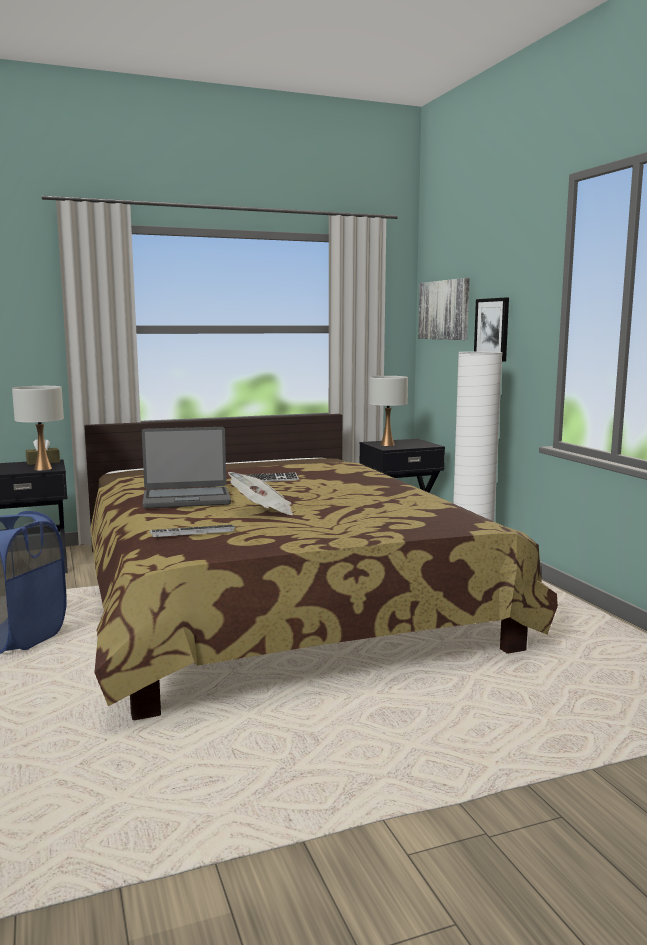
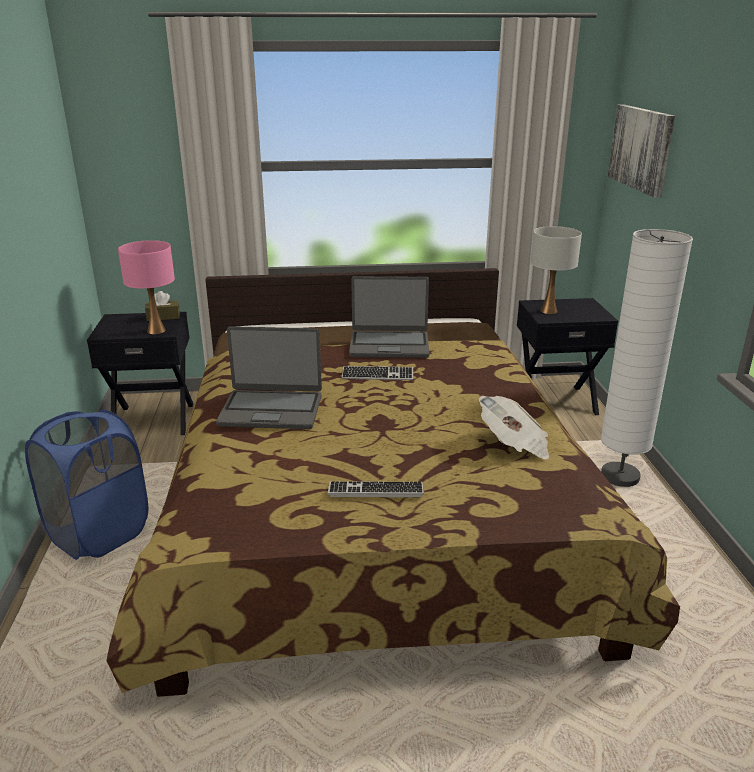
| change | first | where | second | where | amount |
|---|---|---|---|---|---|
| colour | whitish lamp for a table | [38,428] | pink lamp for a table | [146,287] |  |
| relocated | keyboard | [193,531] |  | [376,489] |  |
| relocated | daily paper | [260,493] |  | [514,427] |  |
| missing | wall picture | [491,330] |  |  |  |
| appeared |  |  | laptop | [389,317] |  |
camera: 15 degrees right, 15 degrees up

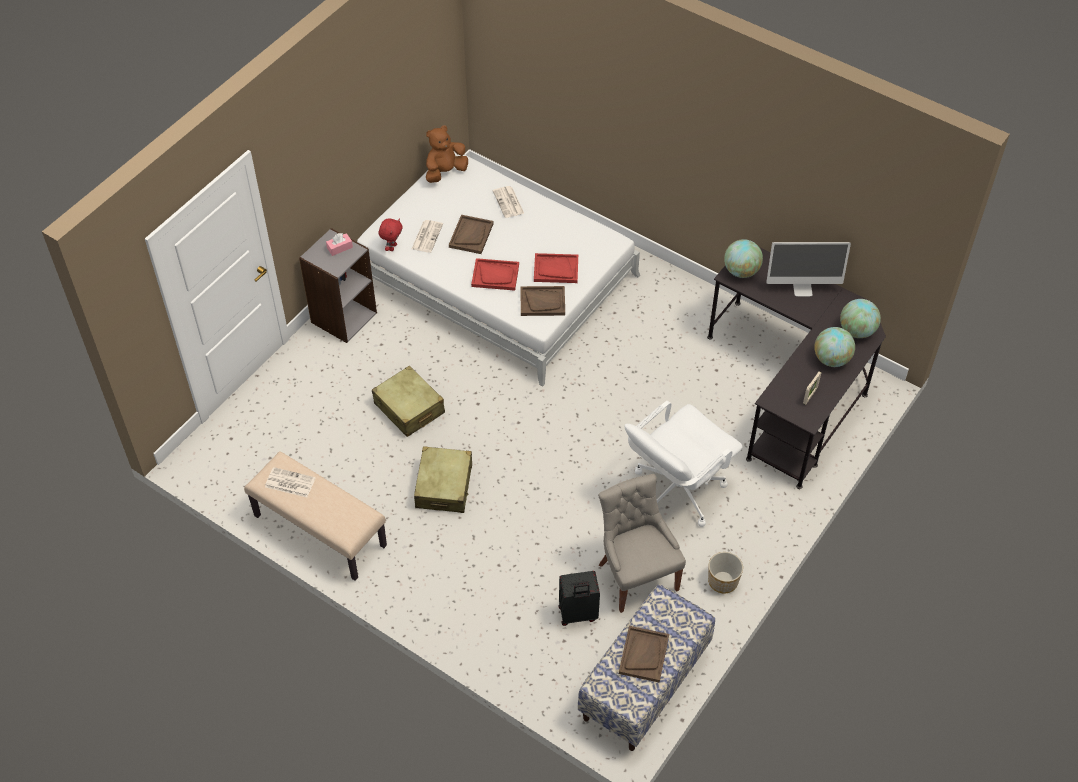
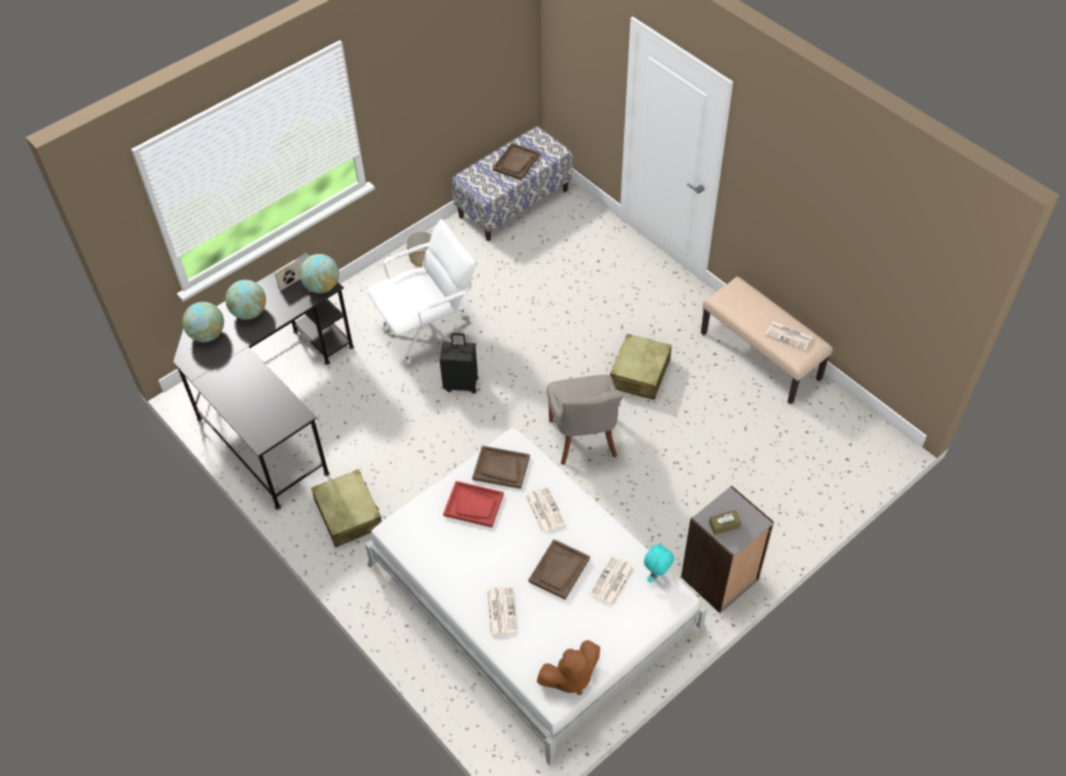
| change | first | where | second | where | amount |
|---|---|---|---|---|---|
| colour | pink box of tissues | [339,244] | brownish box of tissues | [725,522] |  |
| relocated | sand-coloured travel case | [408,401] |  | [346,508] |  |
| colour | red cuddly toy | [391,234] | turquoise-coloured cuddly toy | [659,562] |  |
| exchanged | red serving tray | [495,274] | daily paper | [545,510] |  |
| relocated | blackish travel case | [579,598] |  | [459,363] |  |
| relocated | gray plain chair | [642,543] |  | [585,420] |  |
| relocated | desk globe | [743,258] |  | [319,273] |  |
| missing | computer screen | [808,269] |  |  |  |
camera: 165 degrees left, 0 degrees up

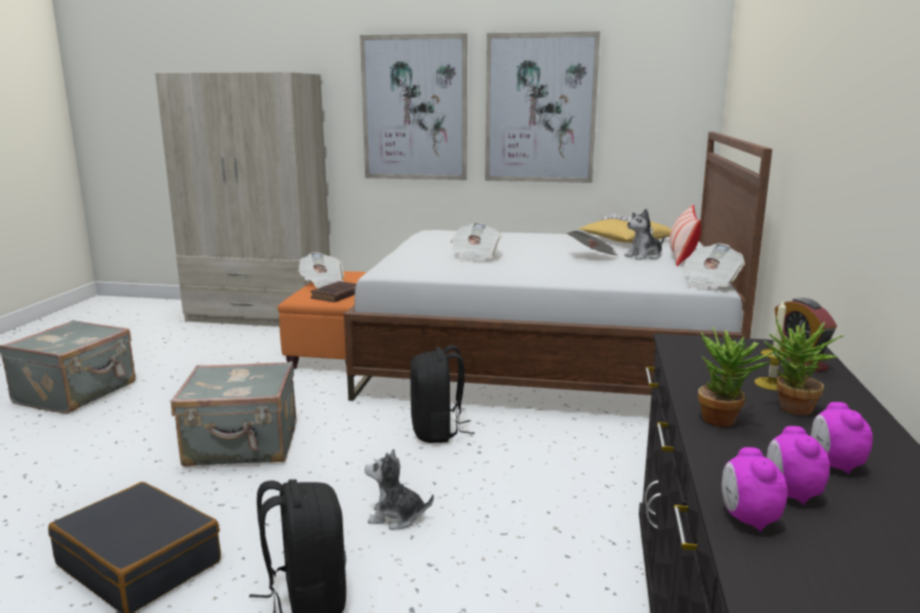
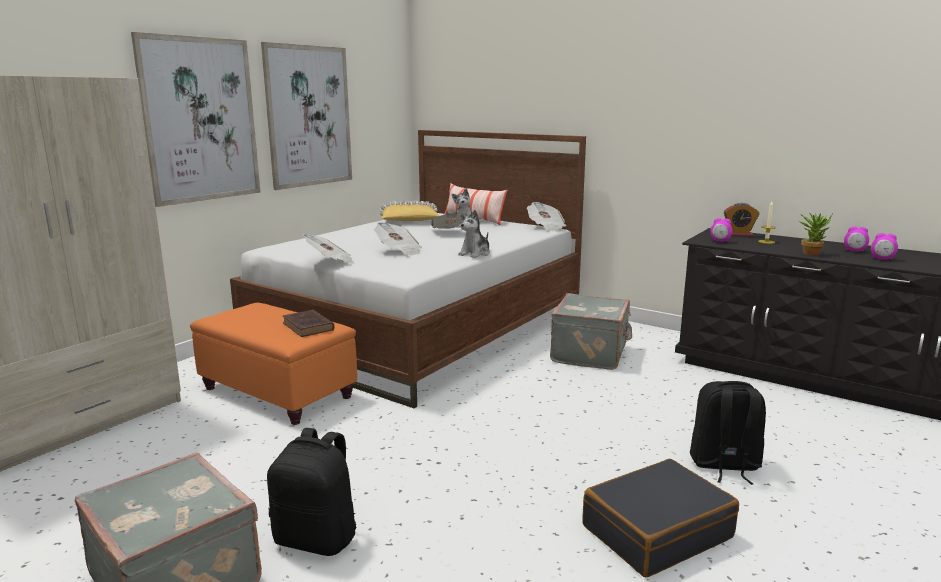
| change | first | where | second | where | amount |
|---|---|---|---|---|---|
| relocated | gray travel case | [233,414] |  | [591,331] |  |
| relocated | daily paper | [321,270] |  | [328,249] |  |
| relocated | cuddly toy | [399,489] |  | [474,234] |  |
| relocated | blackish knapsack | [442,394] |  | [312,492] |  |
| relocated | alarm clock | [754,489] |  | [721,230] |  |
| missing | plant in a pot | [803,367] |  |  |  |
camera: 65 degrees left, 0 degrees up

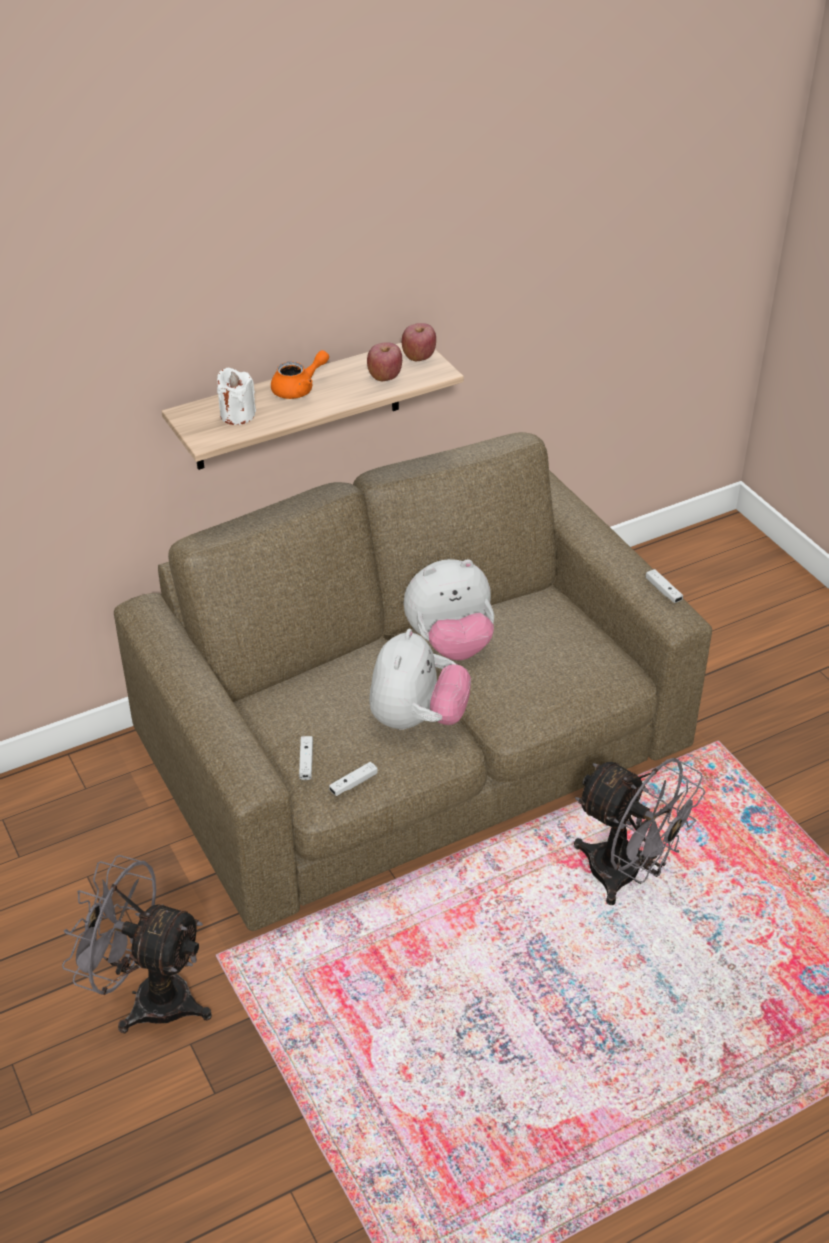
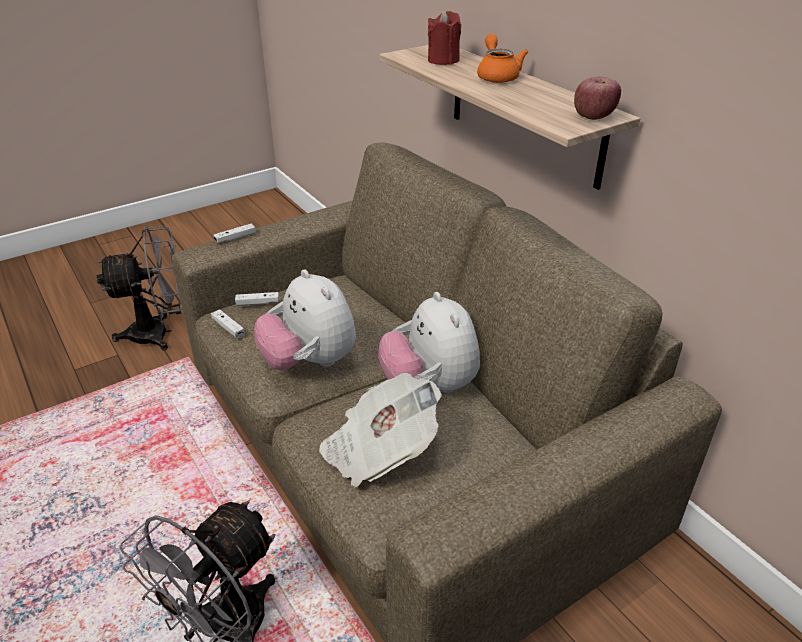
| change | first | where | second | where | amount |
|---|---|---|---|---|---|
| spun | gray fan | [137,944] |  | [139,288] | 60 degrees clockwise |
| colour | whitish wax light | [236,396] | red wax light | [444,37] |  |
| spun | orange-coloured teapot | [300,374] |  | [502,58] | 150 degrees counterclockwise |
| missing | whole apple | [384,361] |  |  |  |
| spun | cuddly toy | [420,679] |  | [305,319] | 45 degrees clockwise |
| relocated | whitish gamepad | [664,586] |  | [234,233] |  |
| appeared |  |  | daily paper | [380,430] |  |
camera: 85 degrees right, 5 degrees down

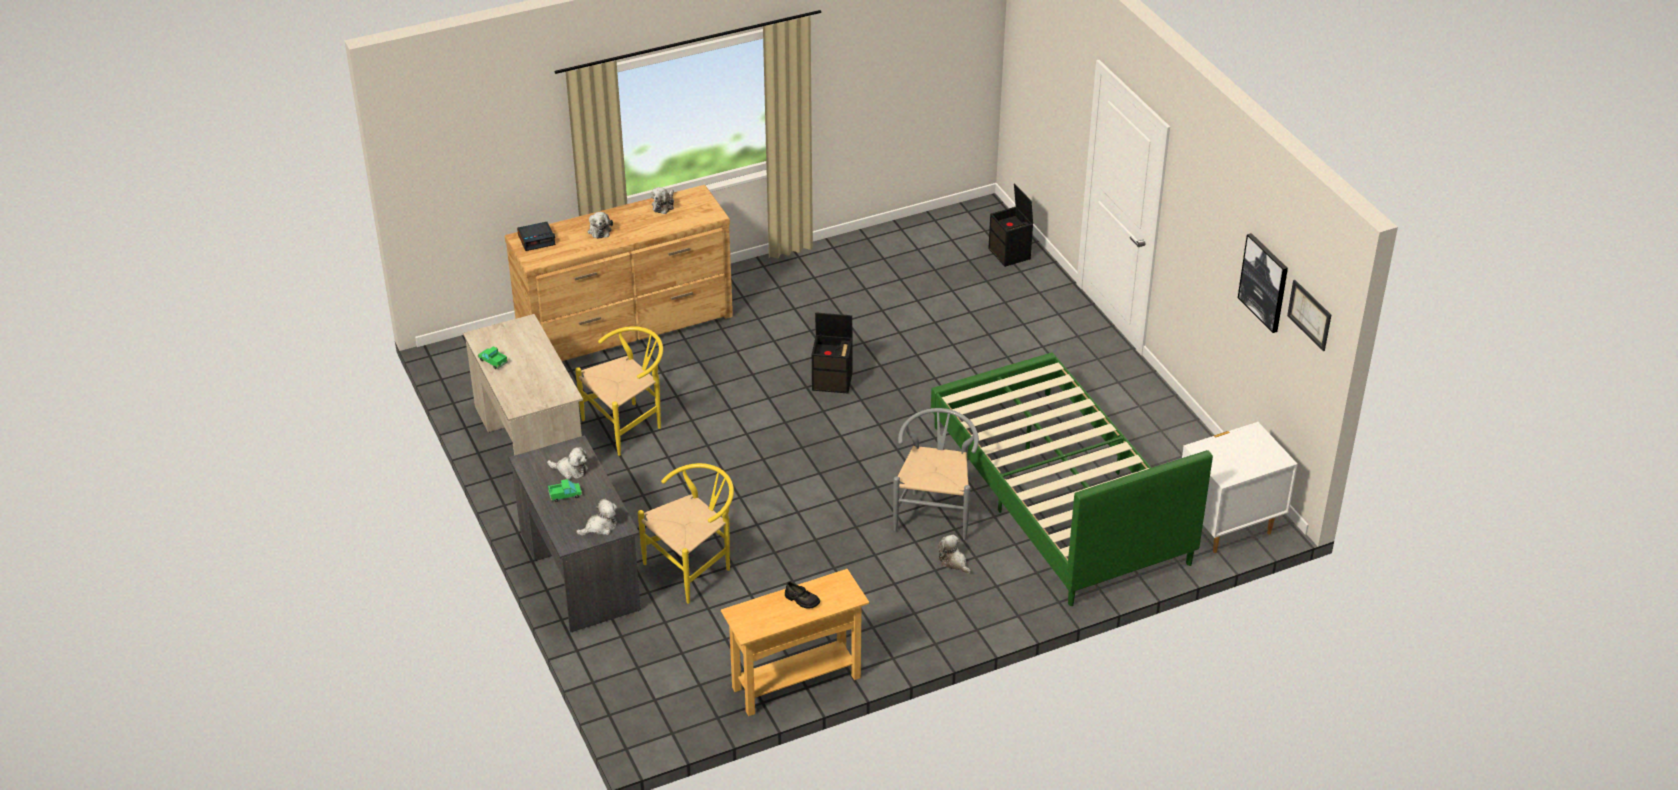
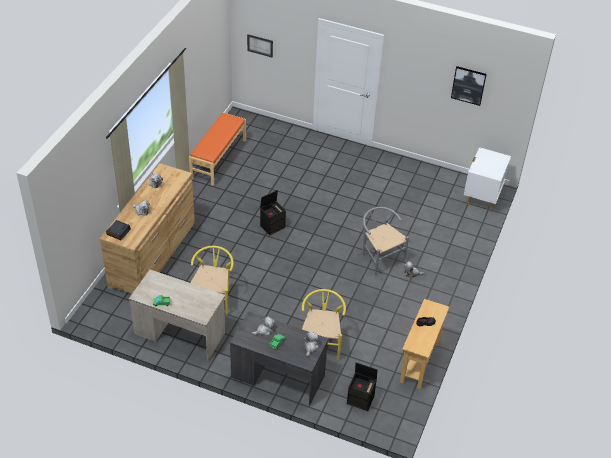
| change | first | where | second | where | amount |
|---|---|---|---|---|---|
| missing | green-coloured bed | [1072,479] |  |  |  |
| relocated | blackish storage bin | [1010,225] |  | [362,387] |  |
| relocated | wall picture | [1309,315] |  | [260,45] |  |
| appeared |  |  | orange-coloured bench | [217,149] |  |
camera: 45 degrees left, 5 degrees up

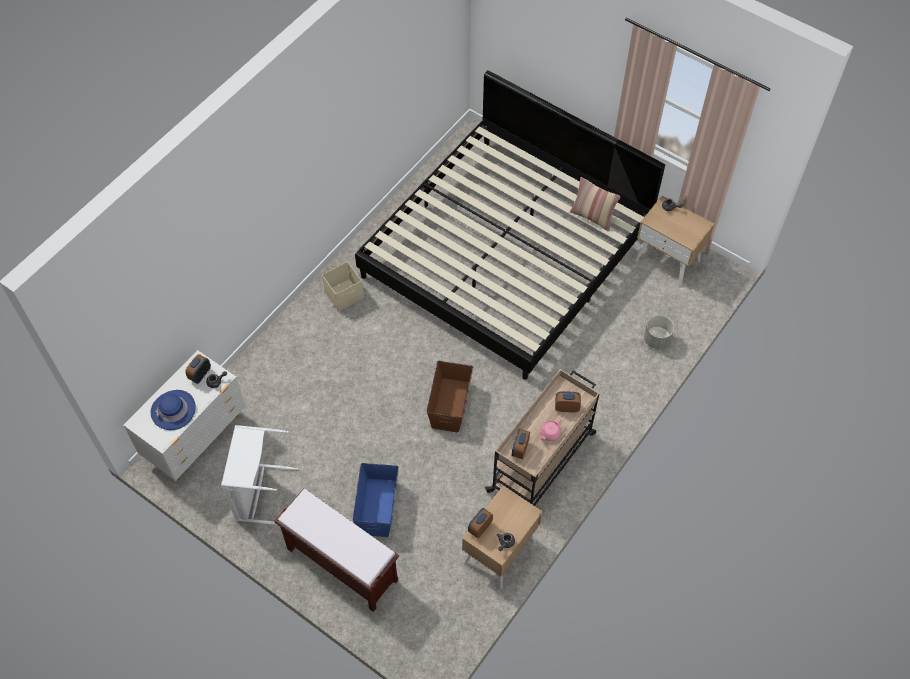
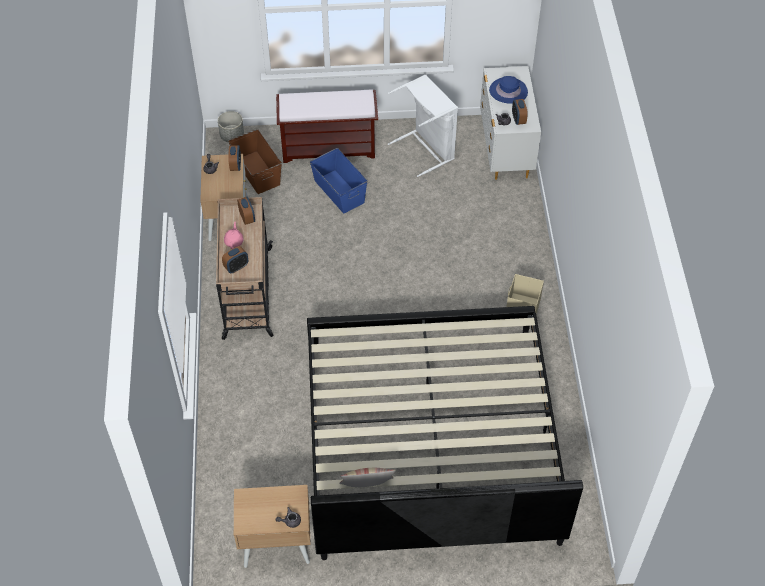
| change | first | where | second | where | amount |
|---|---|---|---|---|---|
| relocated | brownish storage bin | [450,397] |  | [255,161] |  |
| relocated | gray plant pot | [659,332] |  | [231,126] |  |
camera: 140 degrees right, 5 degrees down

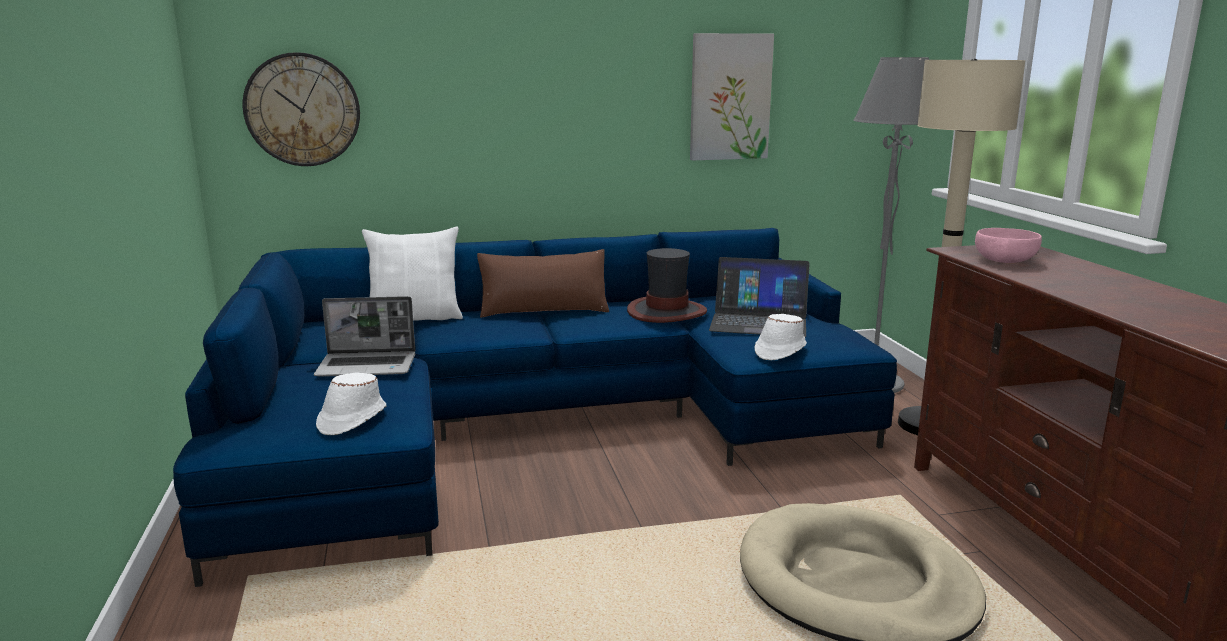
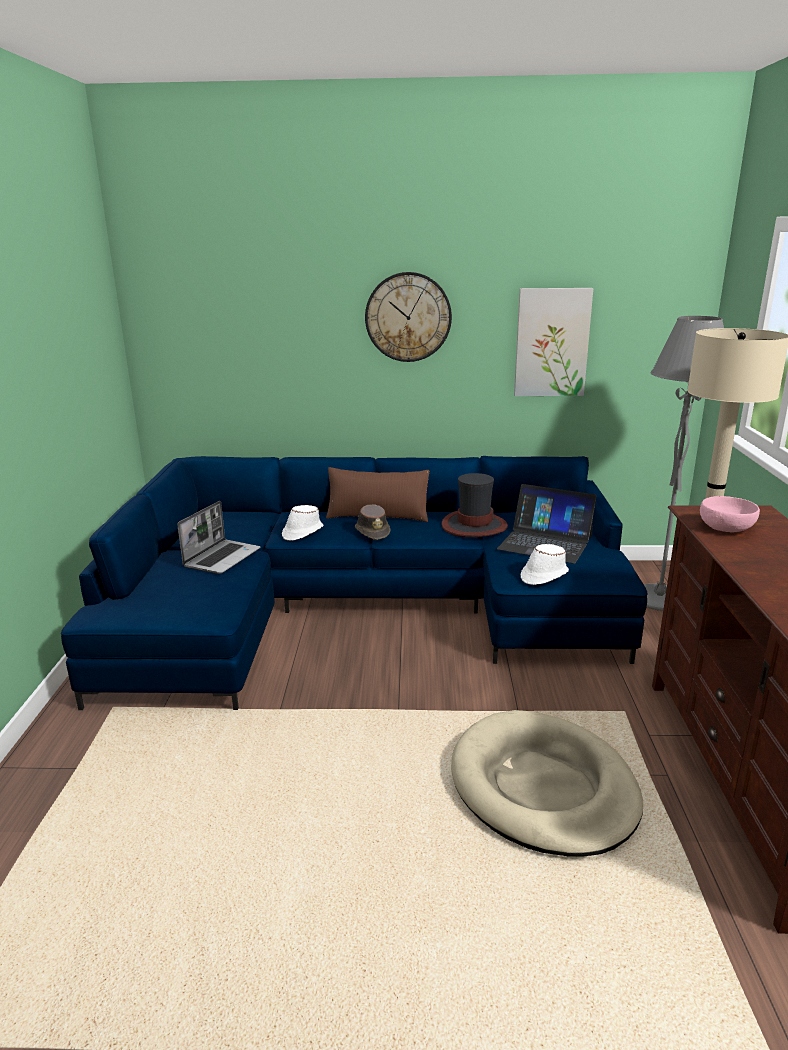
| change | first | where | second | where | amount |
|---|---|---|---|---|---|
| relocated | hanging clock | [301,109] |  | [408,317] |  |
| spun | laptop | [364,336] |  | [219,537] | 75 degrees counterclockwise |
| relocated | whitish clothing hat | [351,404] |  | [302,523] |  |
| missing | whitish cushion | [412,273] |  |  |  |
| appeared |  |  | brownish clothing hat | [372,522] |  |
camera: 15 degrees right, 5 degrees up

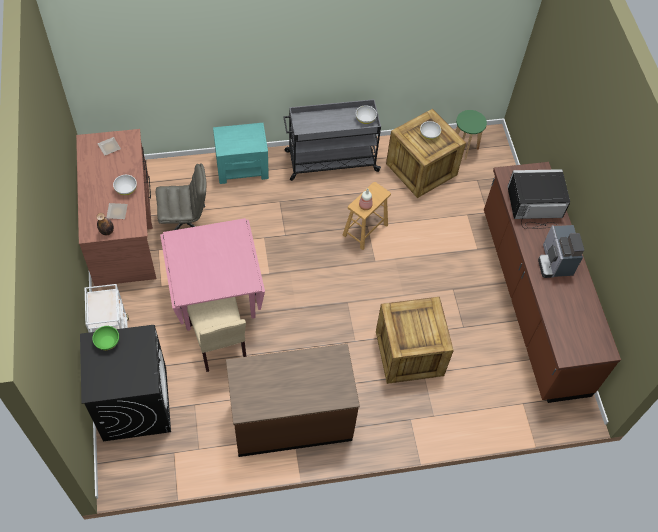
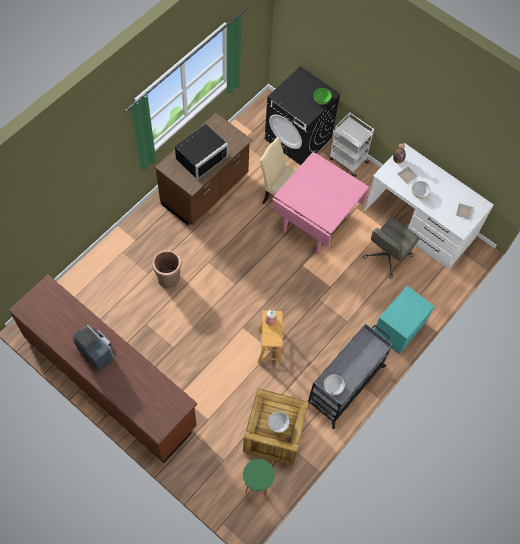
| change | first | where | second | where | amount |
|---|---|---|---|---|---|
| colour | brownish desk | [116,207] | whitish desk | [429,206] |  |
| exchanged | shipping crate | [415,340] | household basket | [166,269] |  |
| relocated | blackish microwave oven | [538,199] |  | [201,152] |  |
camera: 140 degrees right, 5 degrees up

